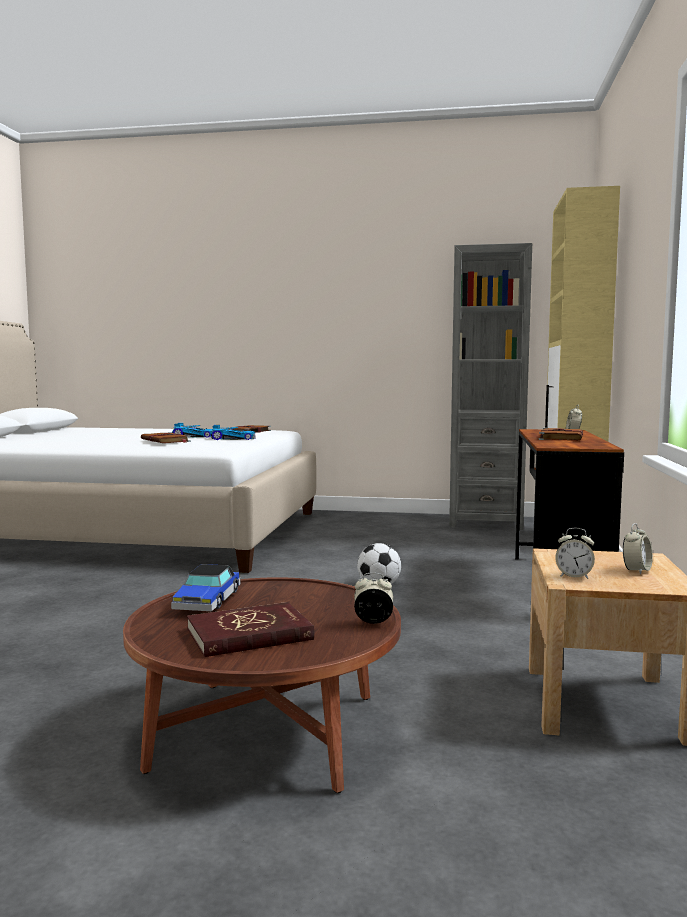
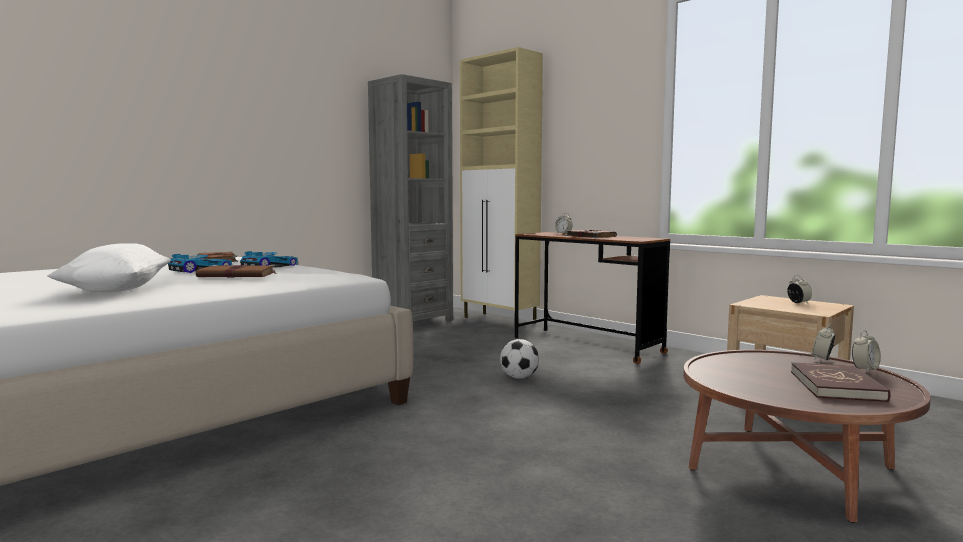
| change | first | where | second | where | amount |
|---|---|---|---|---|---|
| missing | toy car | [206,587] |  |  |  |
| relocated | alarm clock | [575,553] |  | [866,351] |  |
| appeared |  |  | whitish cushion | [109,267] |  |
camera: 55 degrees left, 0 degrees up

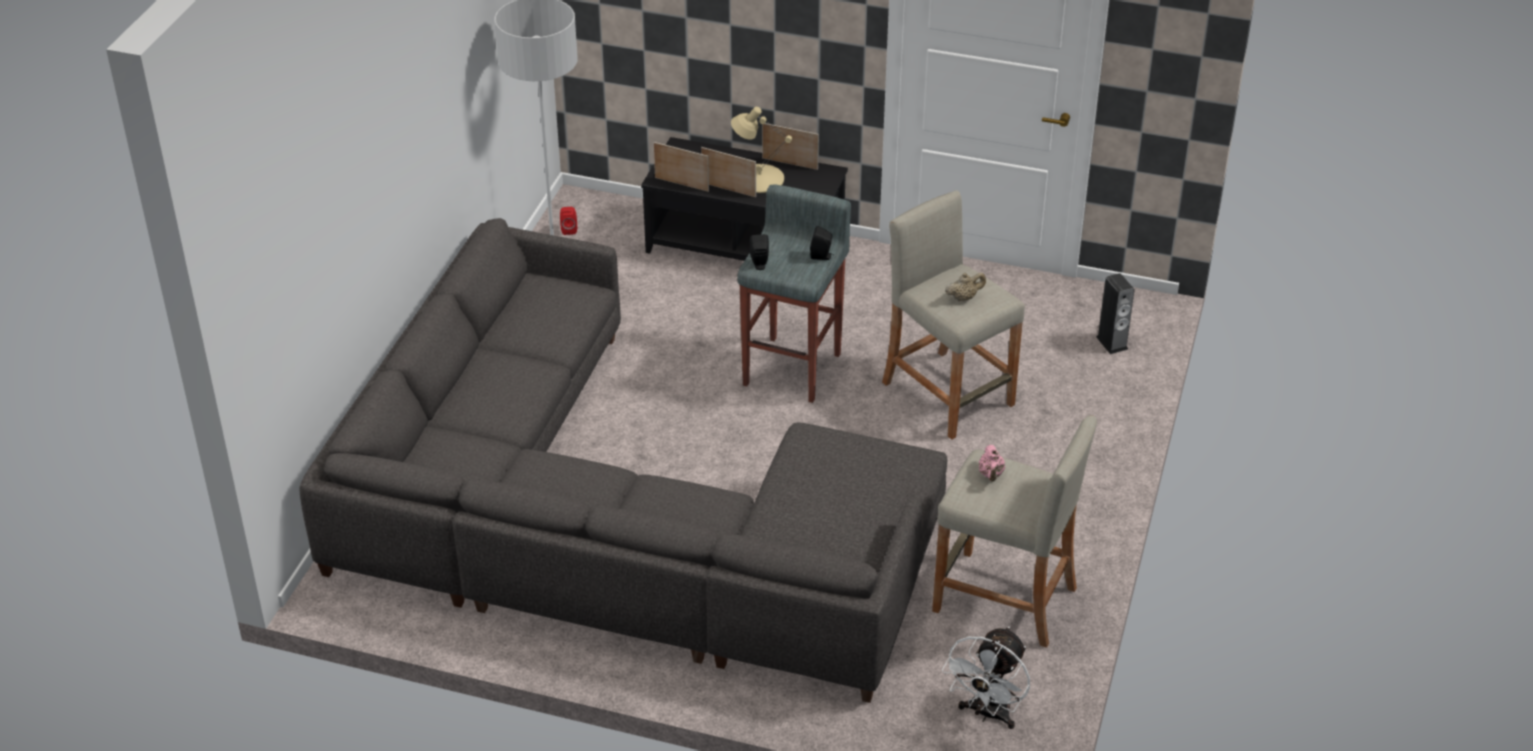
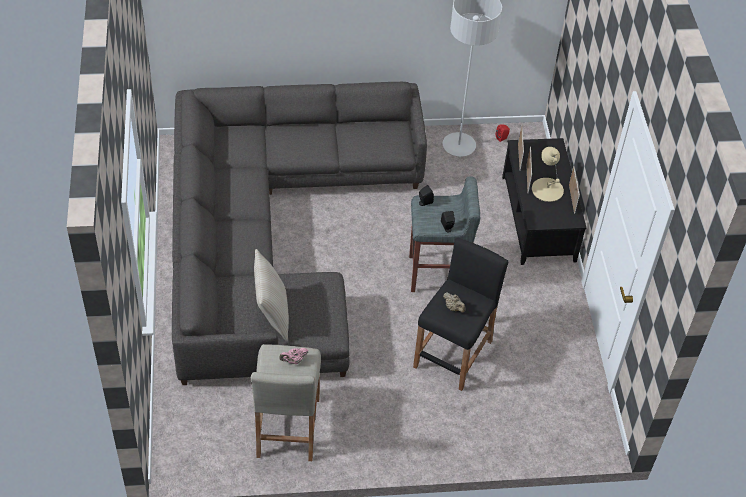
| change | first | where | second | where | amount |
|---|---|---|---|---|---|
| colour | sand-coloured stool seat | [953,315] | blackish stool seat | [460,314] |  |
| missing | whitish fan | [986,677] |  |  |  |
| missing | loudspeaker | [1115,313] |  |  |  |
| appeared |  |  | sand-coloured cushion | [271,295] |  |
camera: 65 degrees right, 10 degrees up

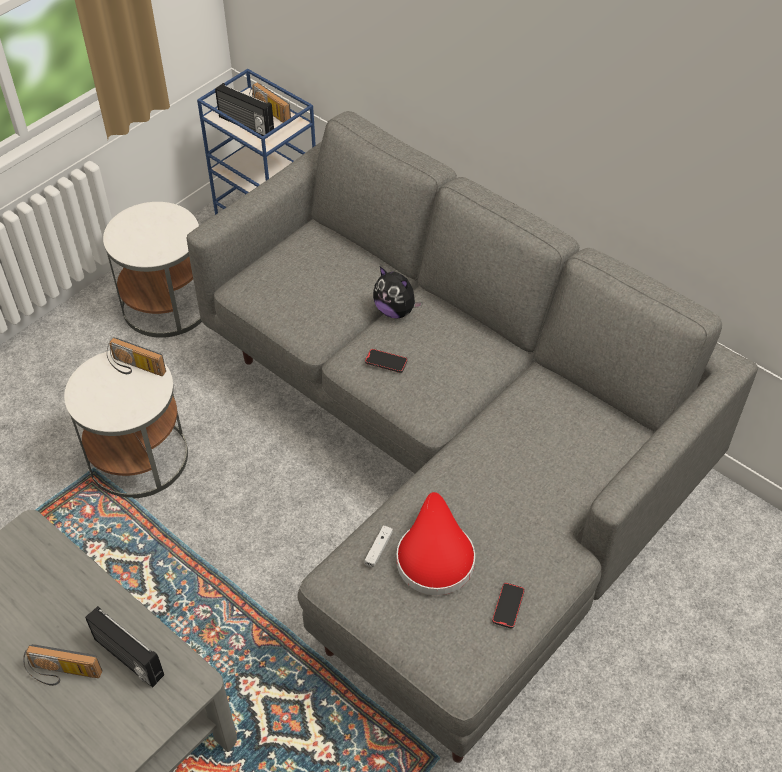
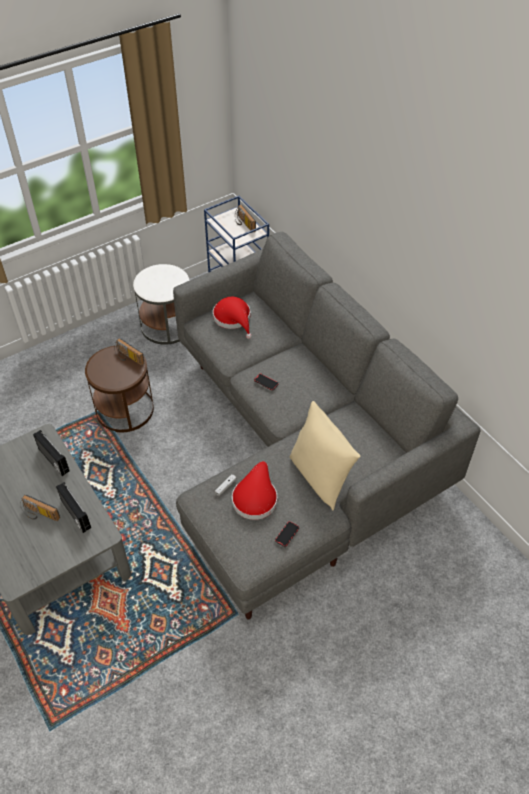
| change | first | where | second | where | amount |
|---|---|---|---|---|---|
| colour | whitish side table | [126,424] | brownish side table | [119,389] |  |
| relocated | radio | [244,109] |  | [51,453] |  |
| missing | cuddly toy | [398,292] |  |  |  |
| appeared |  |  | red clothing hat | [232,318] |  |
| appeared |  |  | sand-coloured cushion | [324,456] |  |
camera: 15 degrees right, 0 degrees up

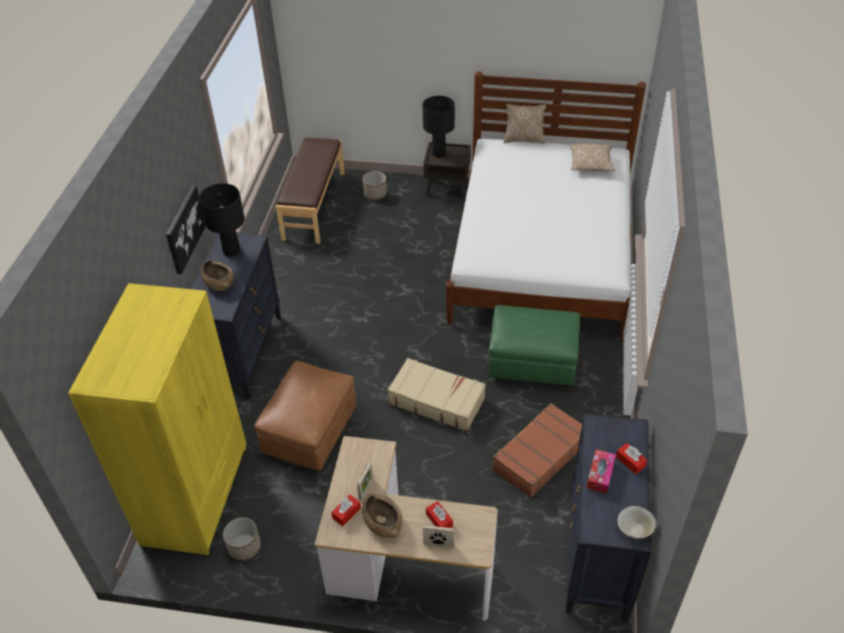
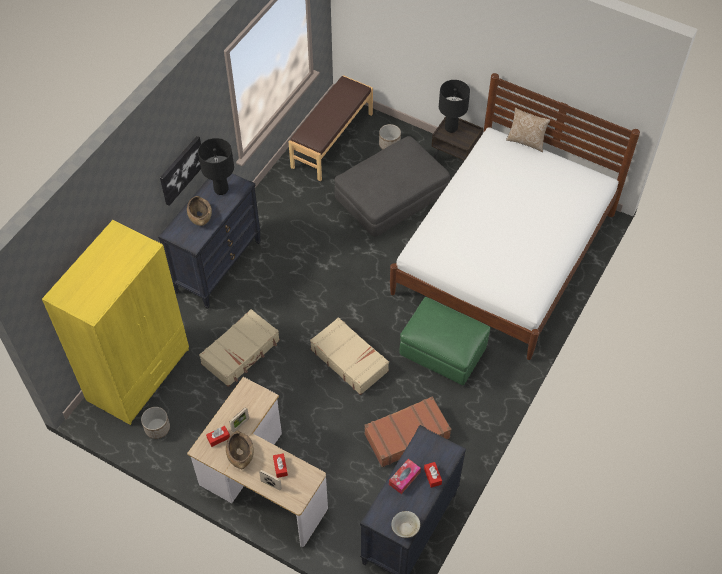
| change | first | where | second | where | amount |
|---|---|---|---|---|---|
| exchanged | brownish footrest | [305,416] | sand-coloured travel case | [239,348] |  |
| missing | cushion | [592,157] |  |  |  |
| appeared |  |  | gray footrest | [392,186] |  |
camera: 20 degrees right, 10 degrees up

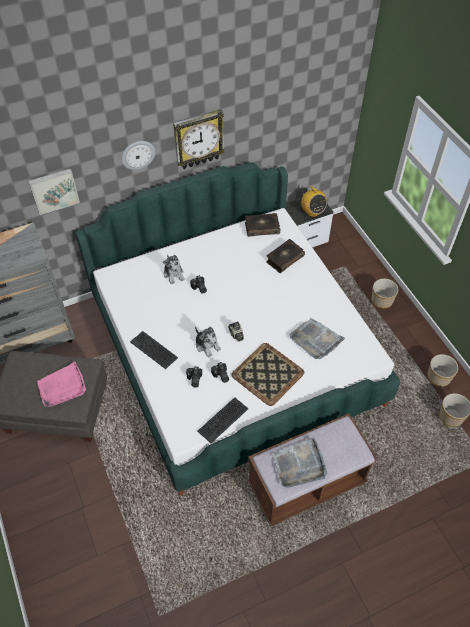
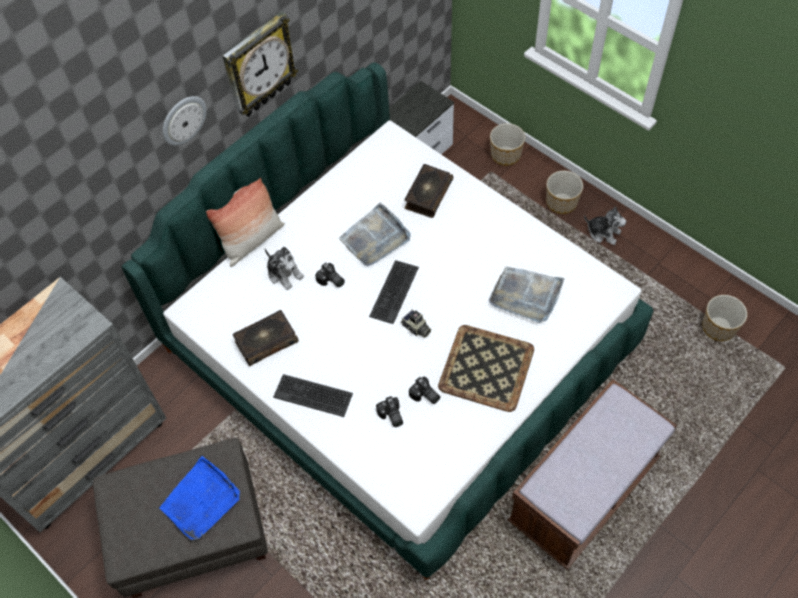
| change | first | where | second | where | amount |
|---|---|---|---|---|---|
| missing | wall picture | [54,192] |  |  |  |
| colour | pink serving tray | [61,384] | blue serving tray | [199,498] |  |
| relocated | cuddly toy | [208,342] |  | [605,226] |  |
| relocated | keyboard | [222,420] |  | [394,292] |  |
| relocated | book | [262,225] |  | [266,338] |  |
| relocated | gray serving tray | [299,462] |  | [375,234] |  |
| missing | radio | [314,201] |  |  |  |
| relocated | plant pot | [443,370] |  | [507,144] |  |
| appeared |  |  | cushion | [245,222] |  |
camera: 20 degrees left, 5 degrees up

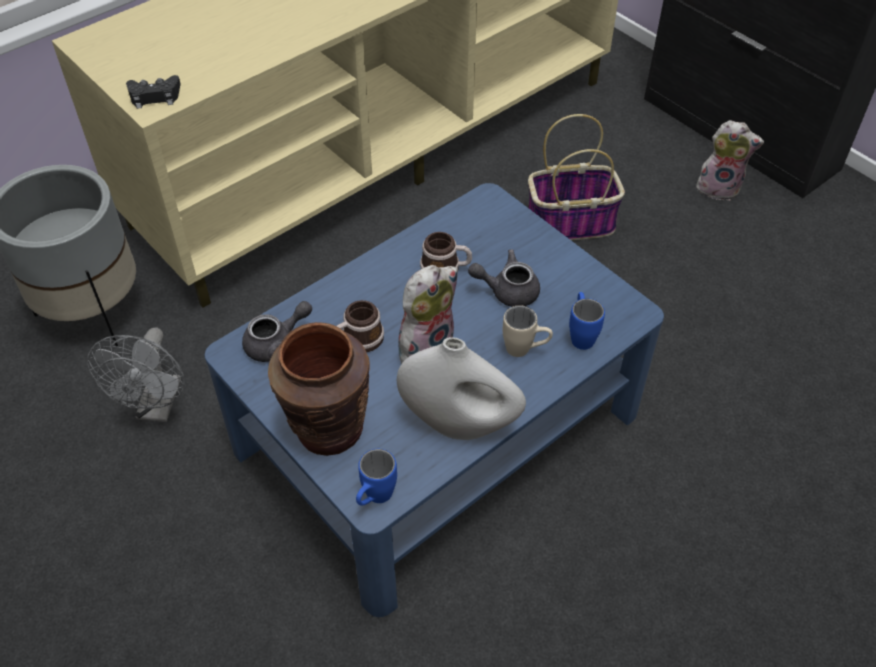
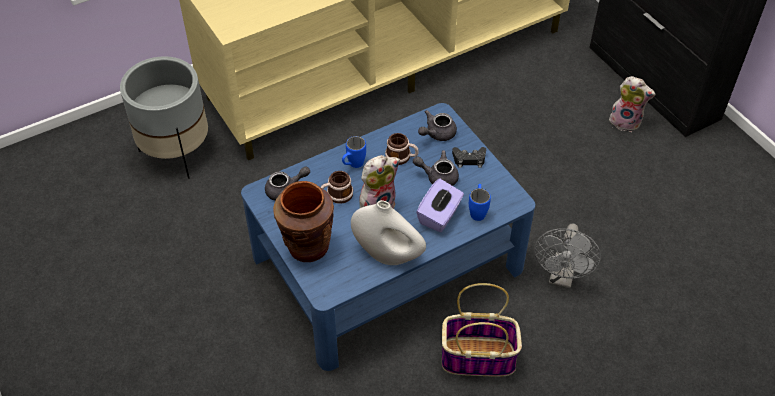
| change | first | where | second | where | amount |
|---|---|---|---|---|---|
| relocated | gray fan | [136,375] |  | [567,256] |  |
| relocated | blackish gamepad | [153,92] |  | [469,157] |  |
| relocated | blue coffee mug | [376,477] |  | [354,152] |  |
| exchanged | sand-coloured coffee mug | [528,331] | purple box of tissues | [440,205] |  |
| relocated | household basket | [576,177] |  | [482,330] |  |
| appeared |  |  | gray teapot | [437,125] |  |
camera: 10 degrees right, 0 degrees up

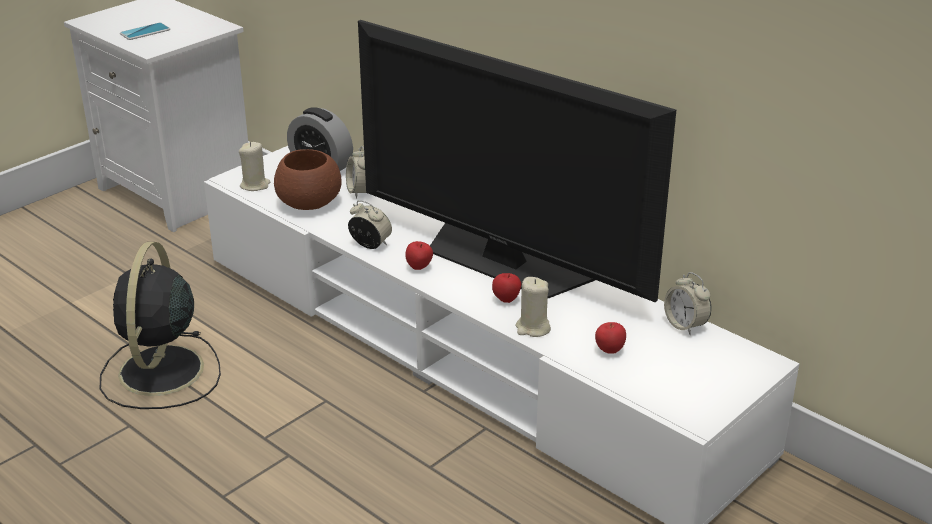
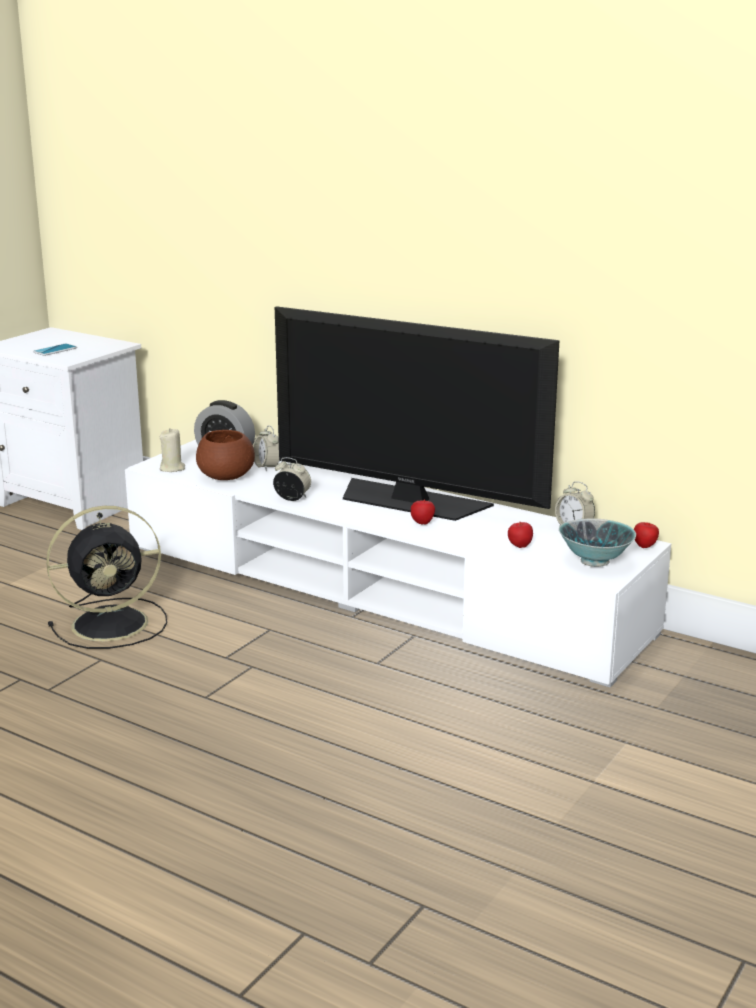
| change | first | where | second | where | amount |
|---|---|---|---|---|---|
| spun | blackish fan | [160,325] |  | [106,577] | 105 degrees counterclockwise |
| relocated | whole apple | [419,255] |  | [646,535] |  |
| missing | sand-coloured wax light | [533,307] |  |  |  |
| appeared |  |  | bowl | [597,542] |  |
camera: 10 degrees left, 10 degrees down

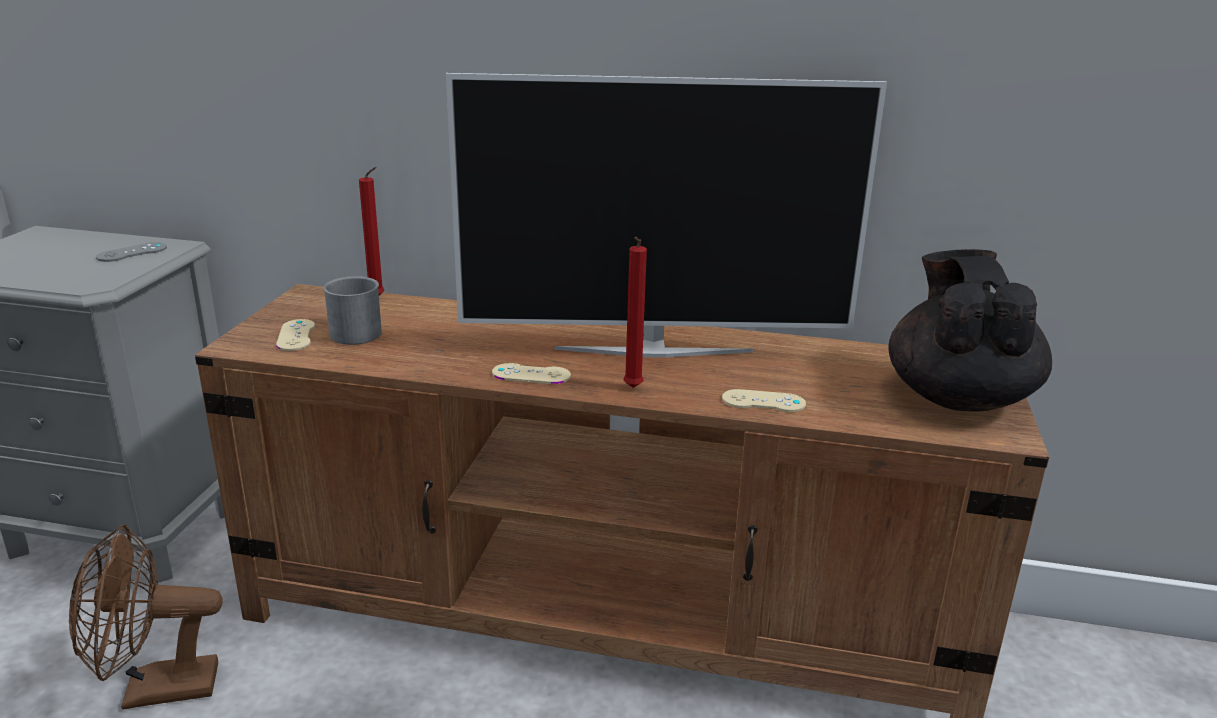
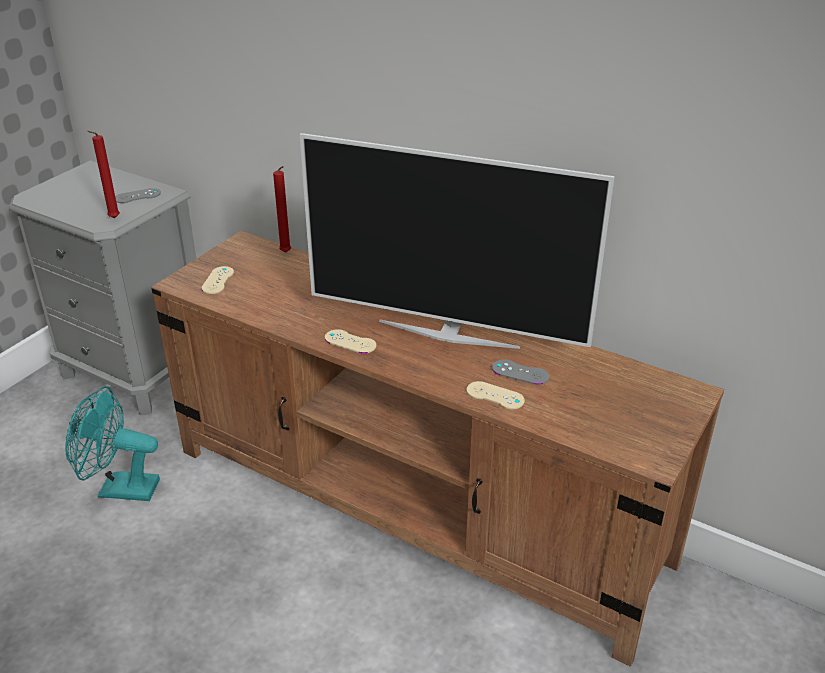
| change | first | where | second | where | amount |
|---|---|---|---|---|---|
| colour | brownish fan | [146,617] | turquoise-coloured fan | [112,443] |  |
| missing | gray coffee mug | [352,310] |  |  |  |
| relocated | red wax light | [635,312] |  | [103,174] |  |
| missing | blackish teapot | [970,330] |  |  |  |
| appeared |  |  | gray gamepad | [521,372] |  |
camera: 20 degrees right, 10 degrees up

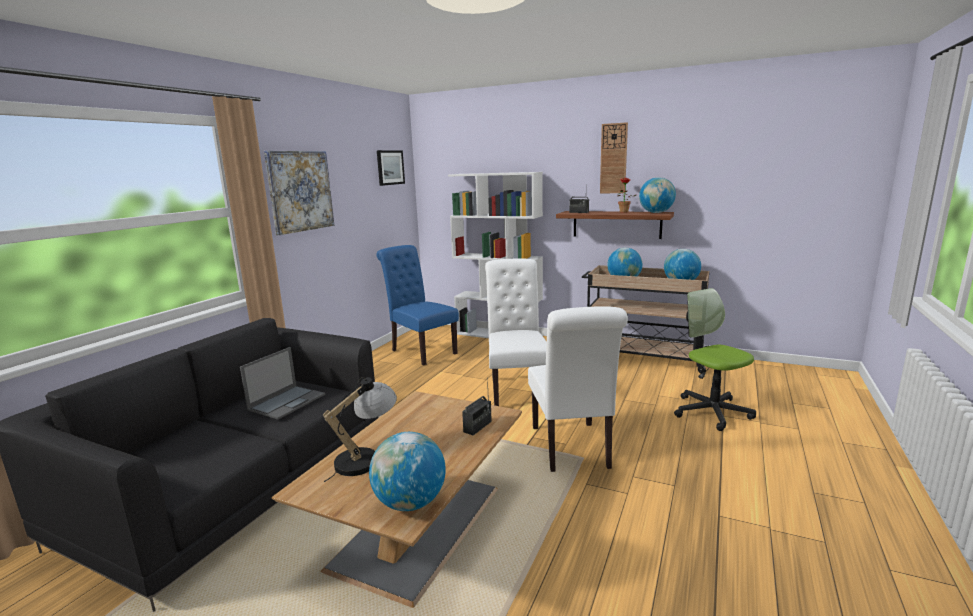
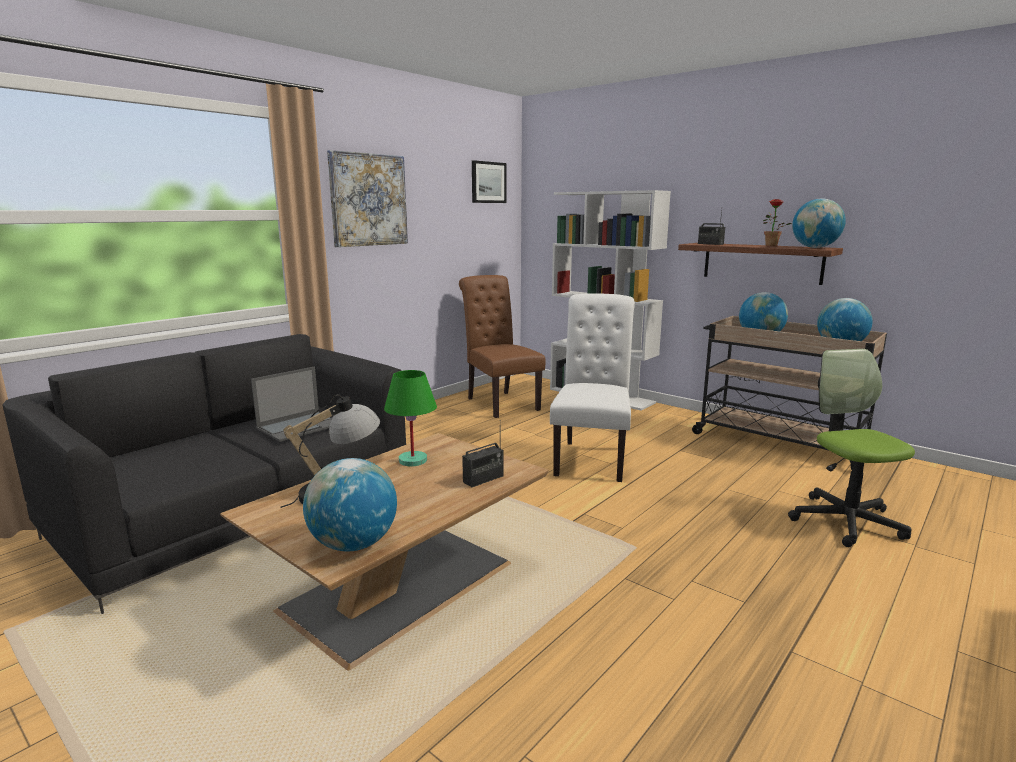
| change | first | where | second | where | amount |
|---|---|---|---|---|---|
| colour | blue plain chair | [417,305] | brownish plain chair | [502,346] |  |
| missing | whitish plain chair | [578,389] |  |  |  |
| missing | hanging clock | [614,157] |  |  |  |
| appeared |  |  | green-coloured lamp for a table | [410,418] |  |
camera: 15 degrees right, 0 degrees up

